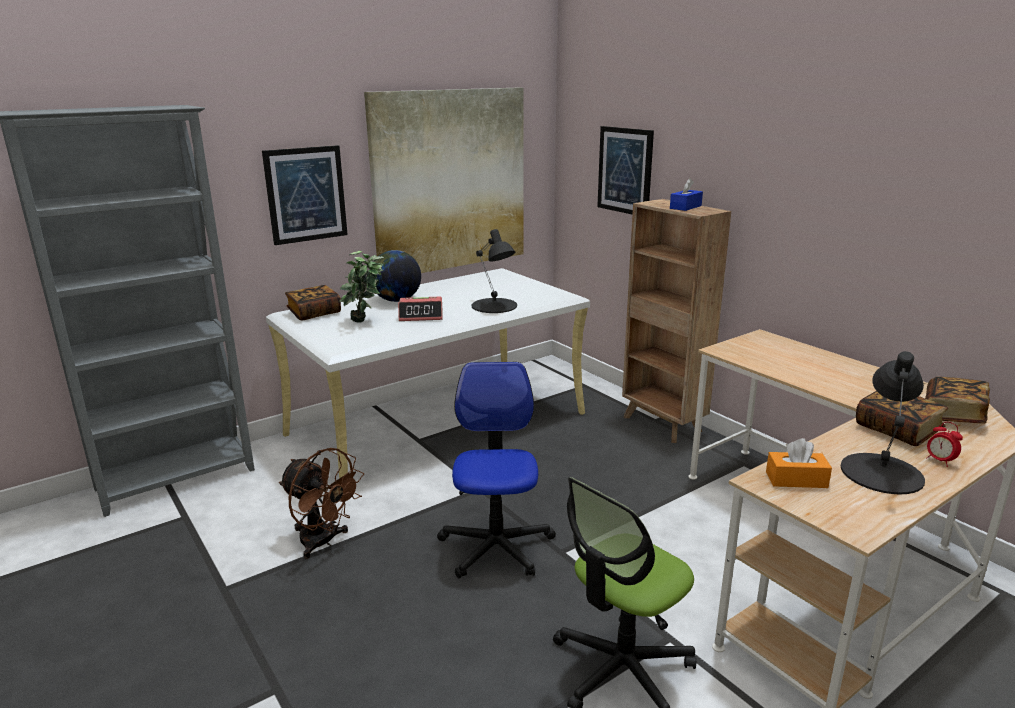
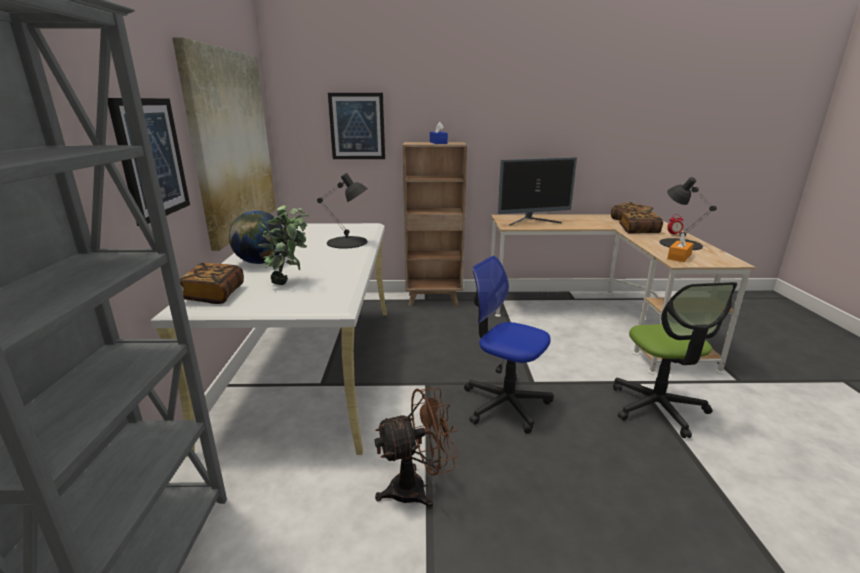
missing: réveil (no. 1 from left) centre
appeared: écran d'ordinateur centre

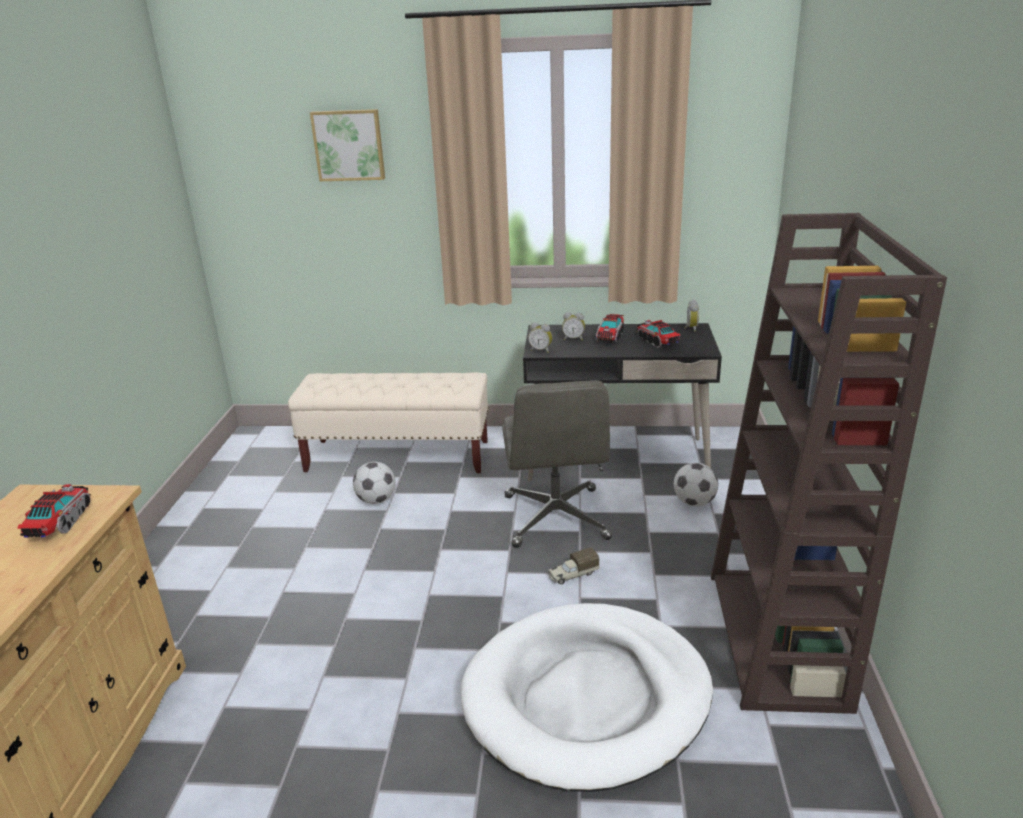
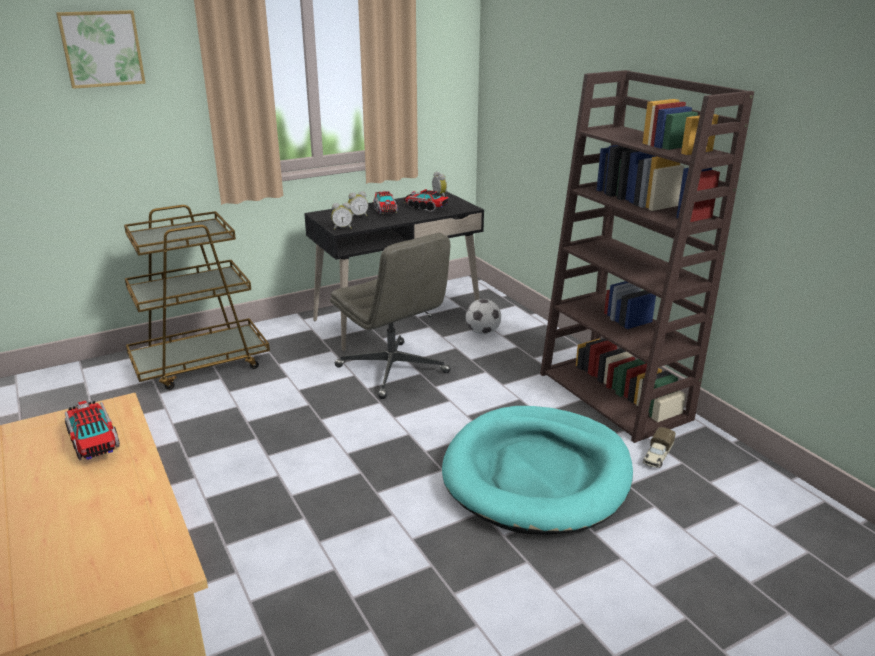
missing: ballon de foot (no. 1 from left) centre
relocated: camion jouet (no. 2 from left in the first image) bottom centre to camion jouet (no. 4 from left) bottom right
exchanged: banc/beige centre to chariot/marron middle left
colour: panier pour chien/blanc bottom centre to panier pour chien/turquoise bottom centre

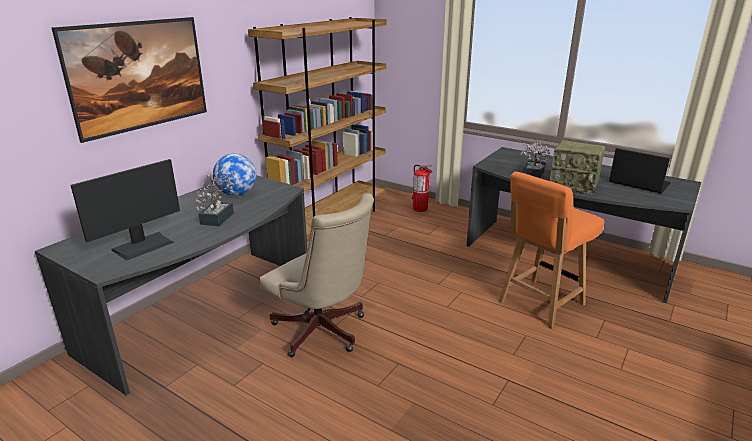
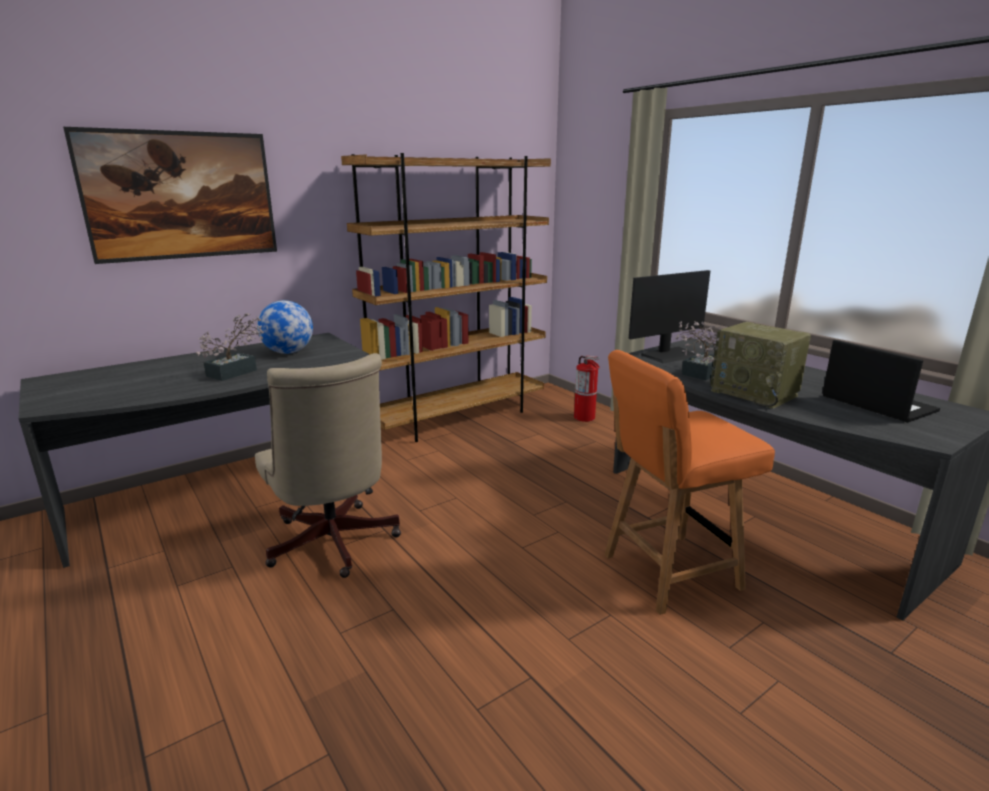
relocated: écran d'ordinateur middle left to middle right

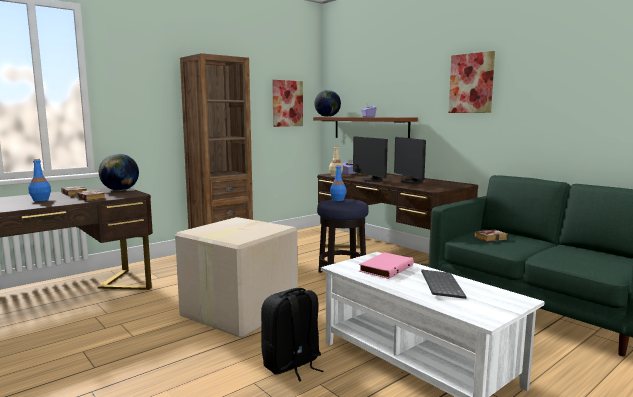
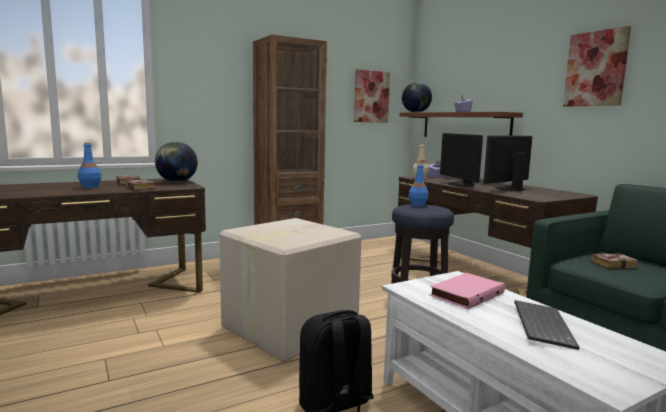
spun: écran d'ordinateur (no. 2 from left) centre = middle right 60 degrees clockwise

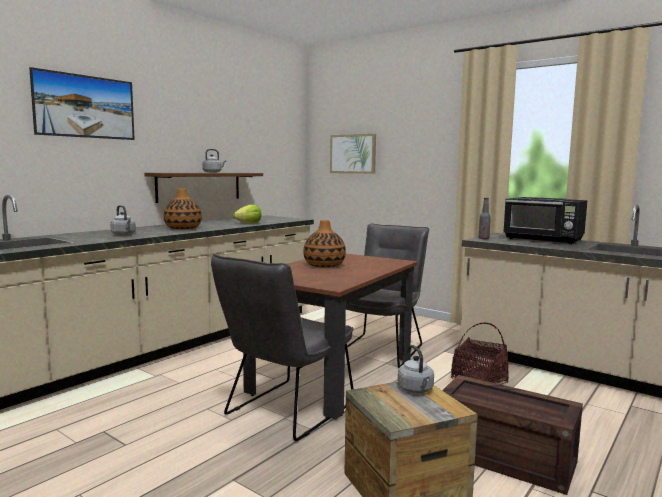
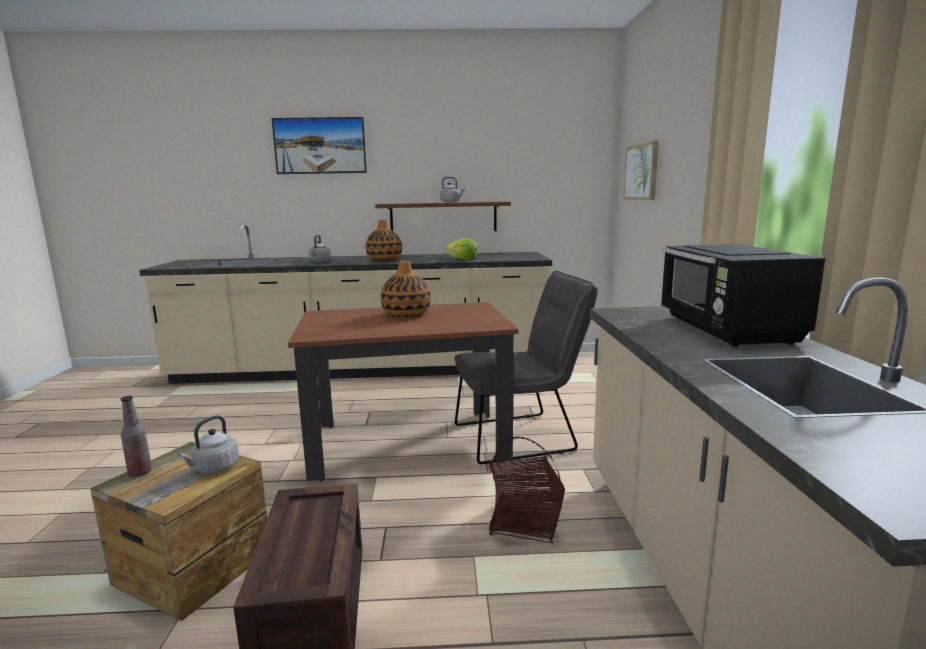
missing: chaise/gris (no. 1 from left) bottom centre
relocated: bouteille middle right to bottom left

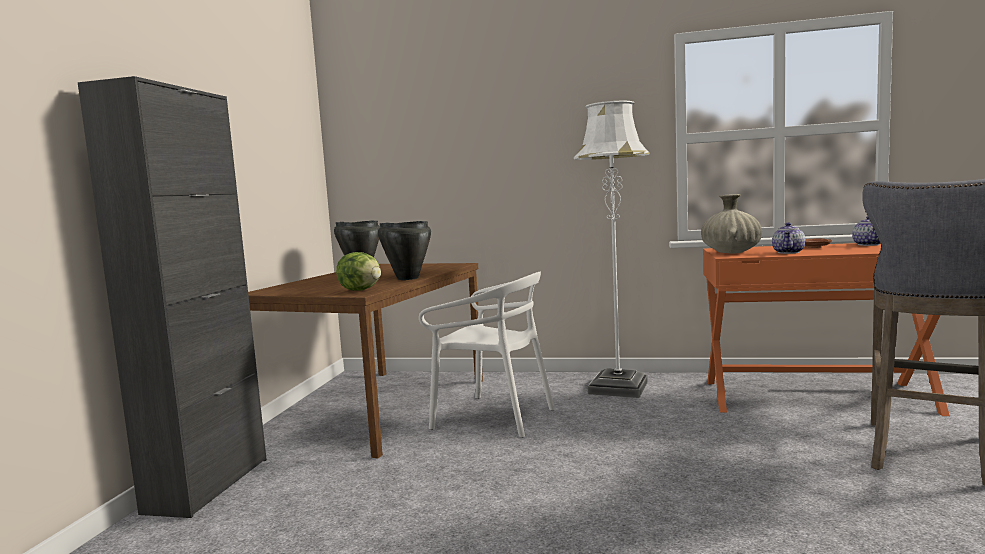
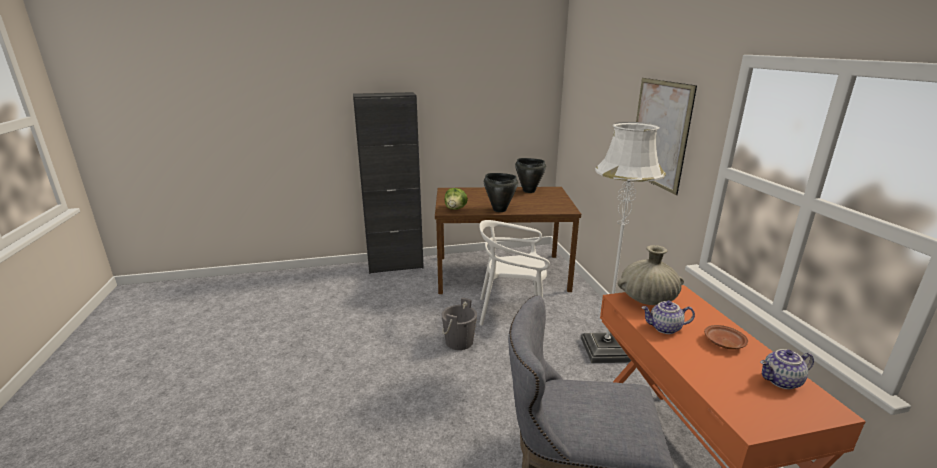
appeared: seau/gris bottom centre; tableau top right
spun: chaise/blanc centre = centre 90 degrees clockwise

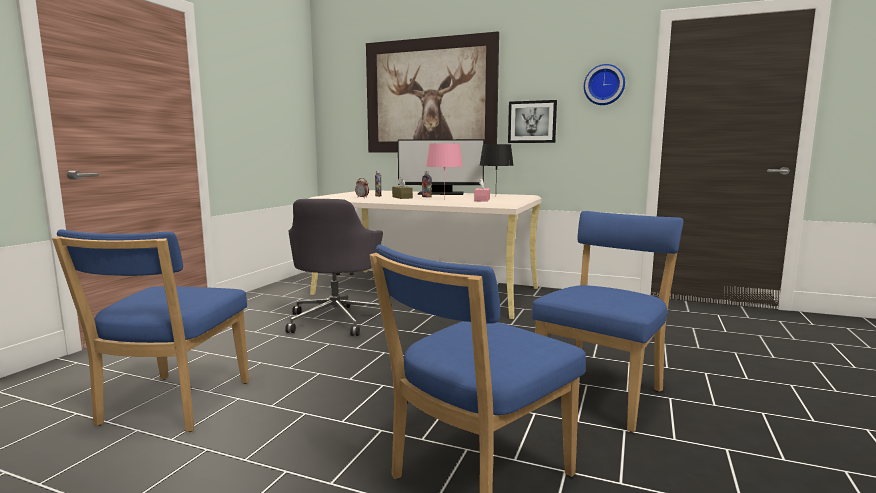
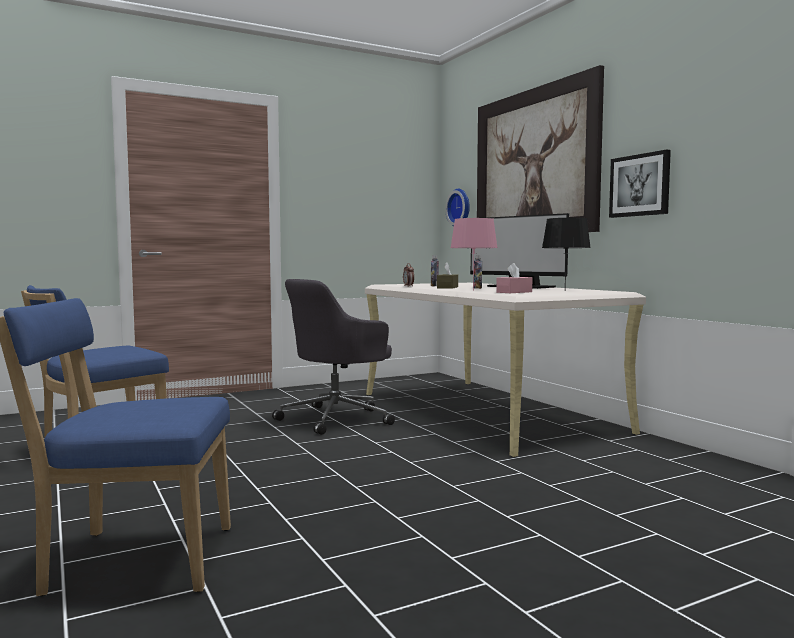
missing: chaise/bleu (no. 3 from left) middle right
relocated: horloge murale top right to top centre

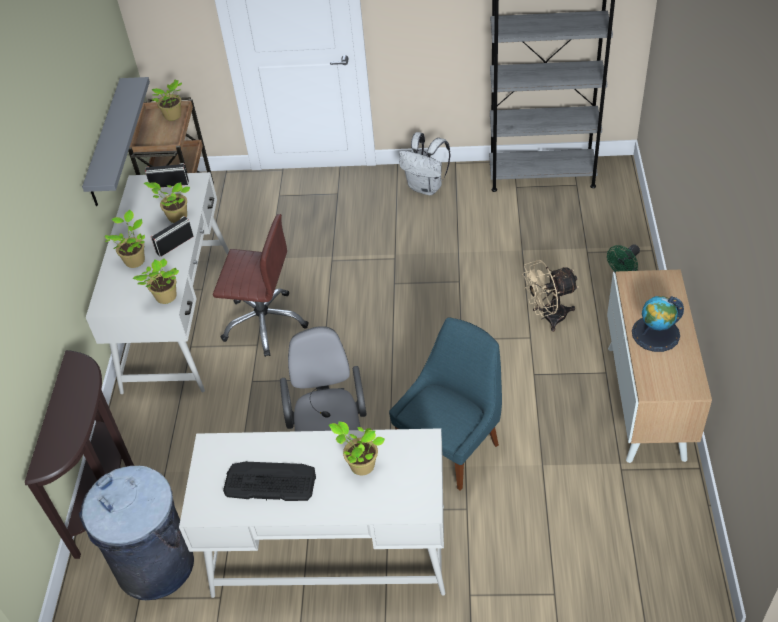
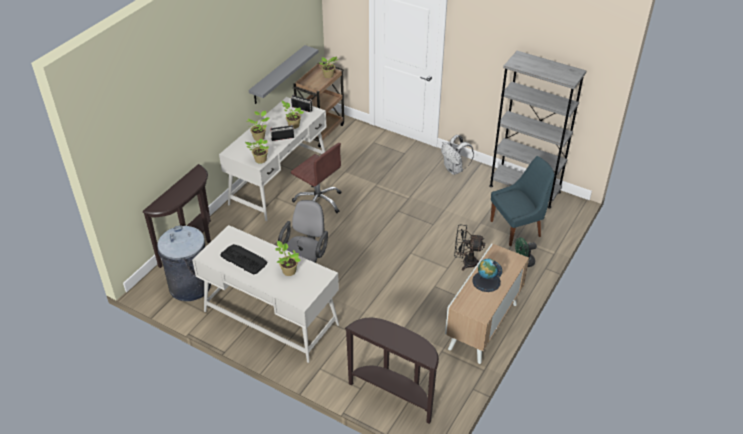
appeared: table console/marron (no. 2 from left) bottom centre
relocated: chaise/bleu centre to middle right
colour: ventilateur/beige middle right to ventilateur/noir centre

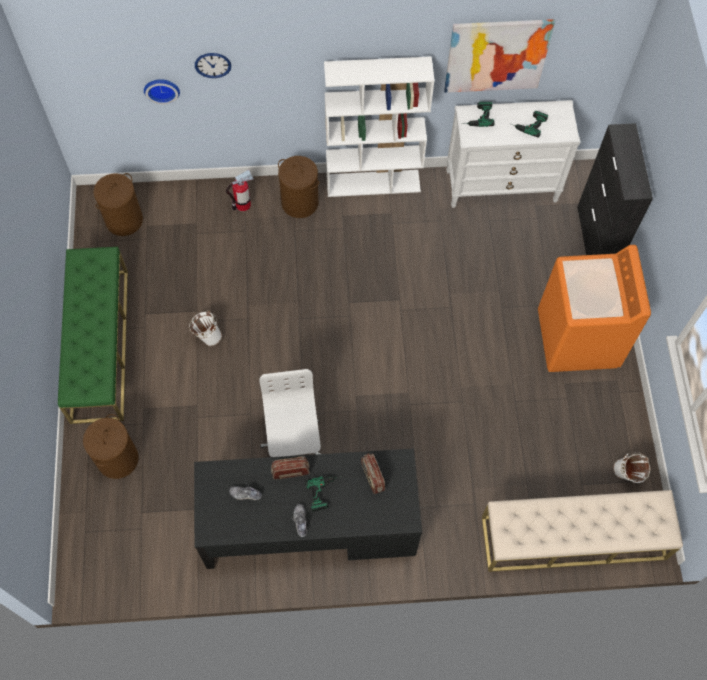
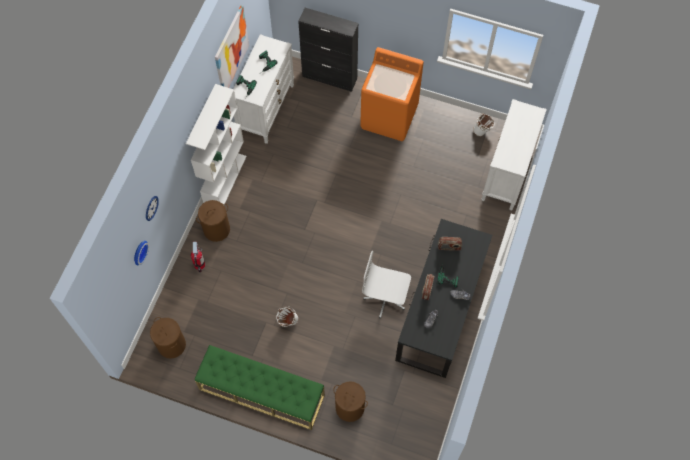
exchanged: banc/beige bottom right to commode/blanc (no. 2 from left) middle right

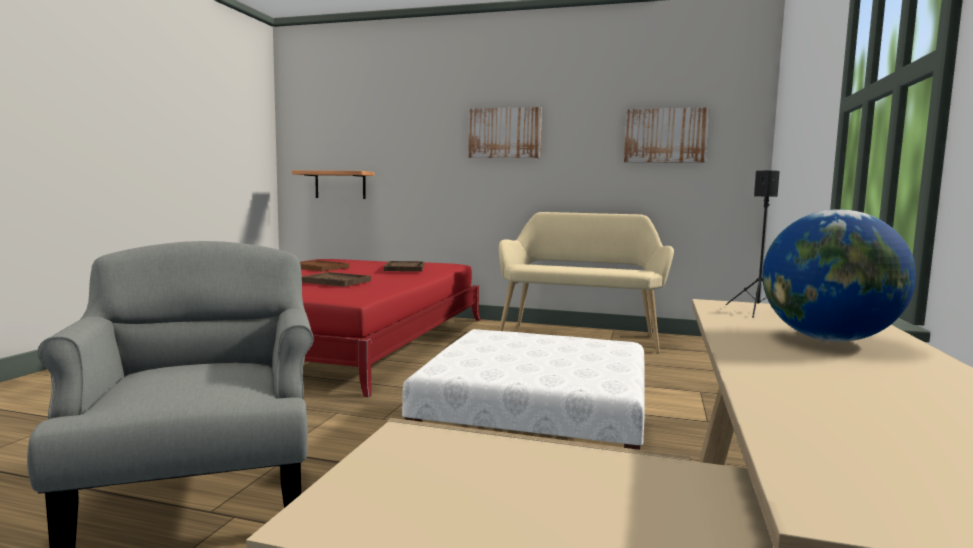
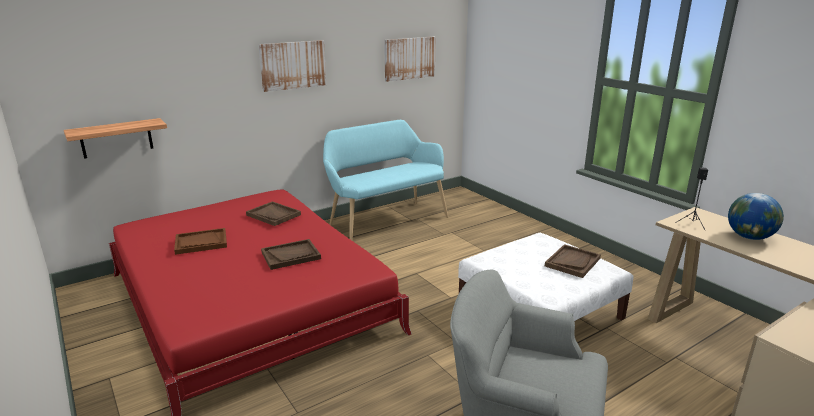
appeared: plateau/marron (no. 4 from left) middle right
colour: banc/beige centre to banc/turquoise centre

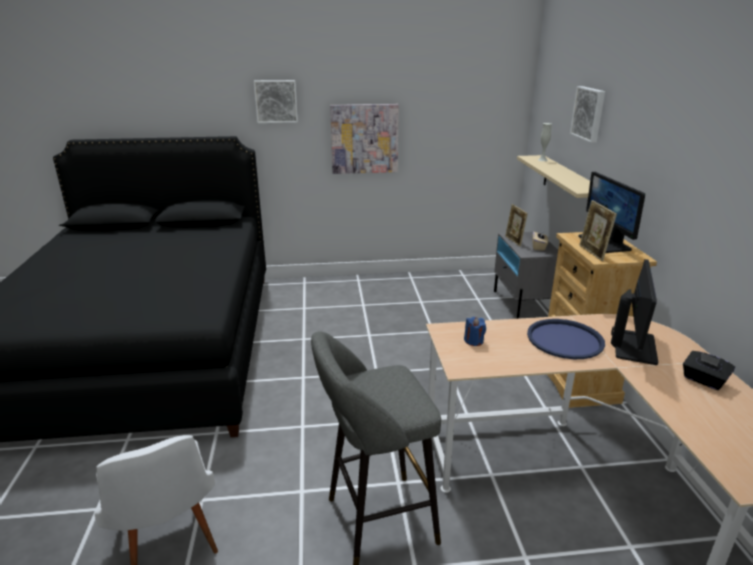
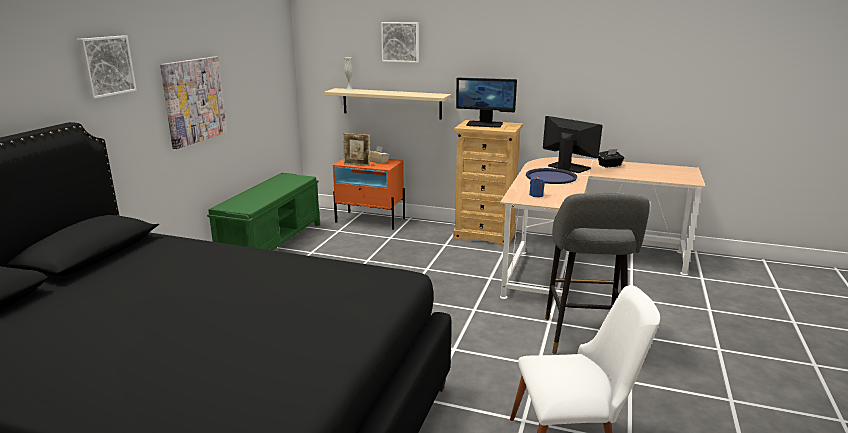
missing: cadre photo (no. 2 from left) middle right
appeared: banc/vert middle left
colour: table de chevet/gris middle right to table de chevet/orange centre

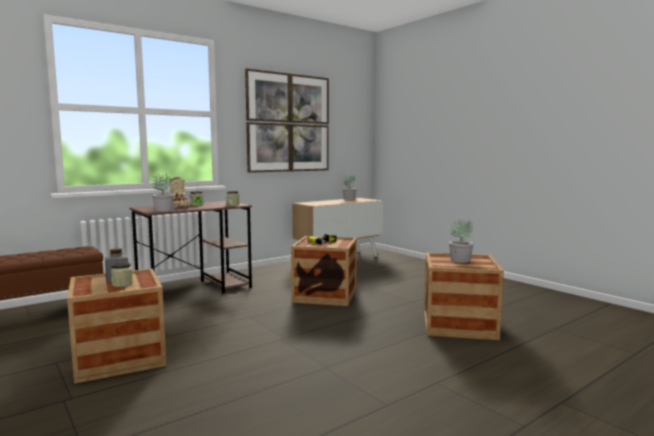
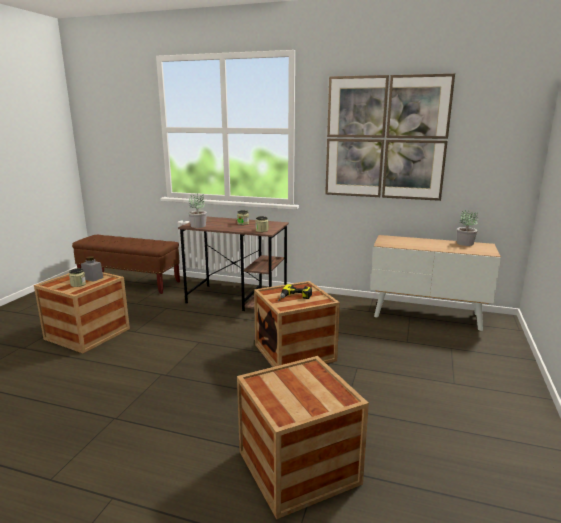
missing: botte/beige middle left; plante en pot (no. 3 from left) middle right

